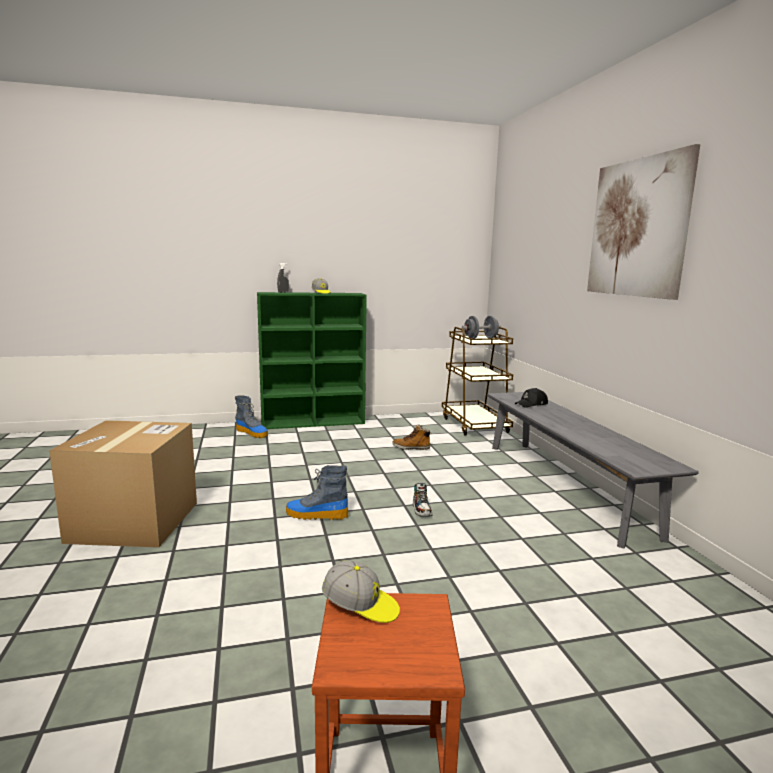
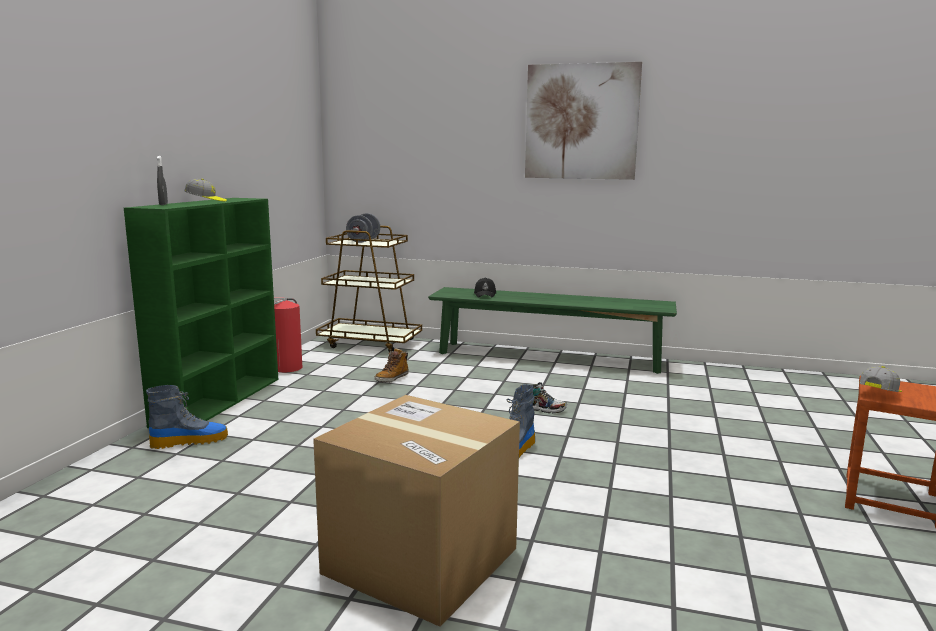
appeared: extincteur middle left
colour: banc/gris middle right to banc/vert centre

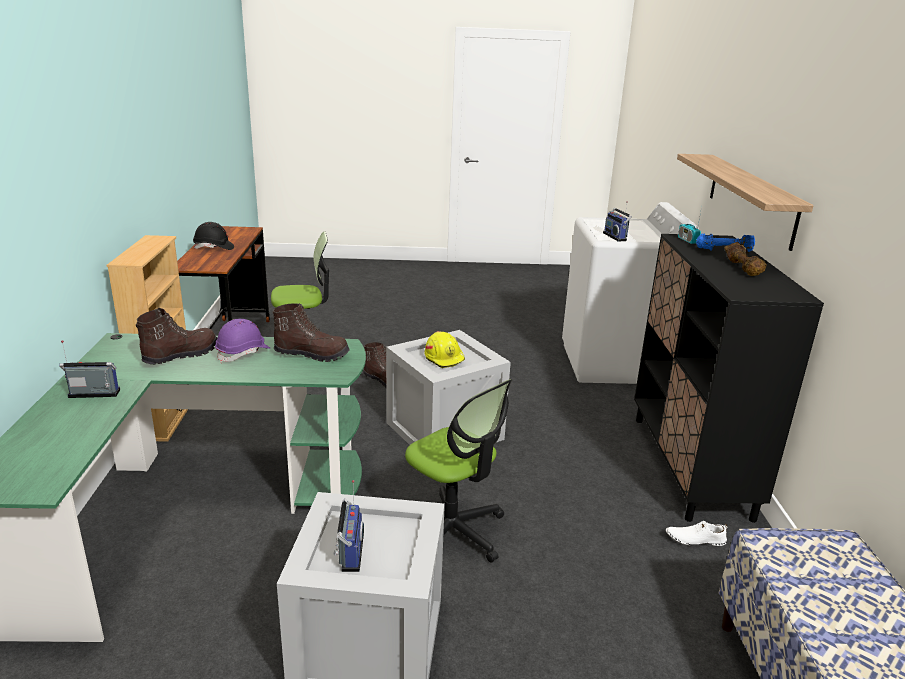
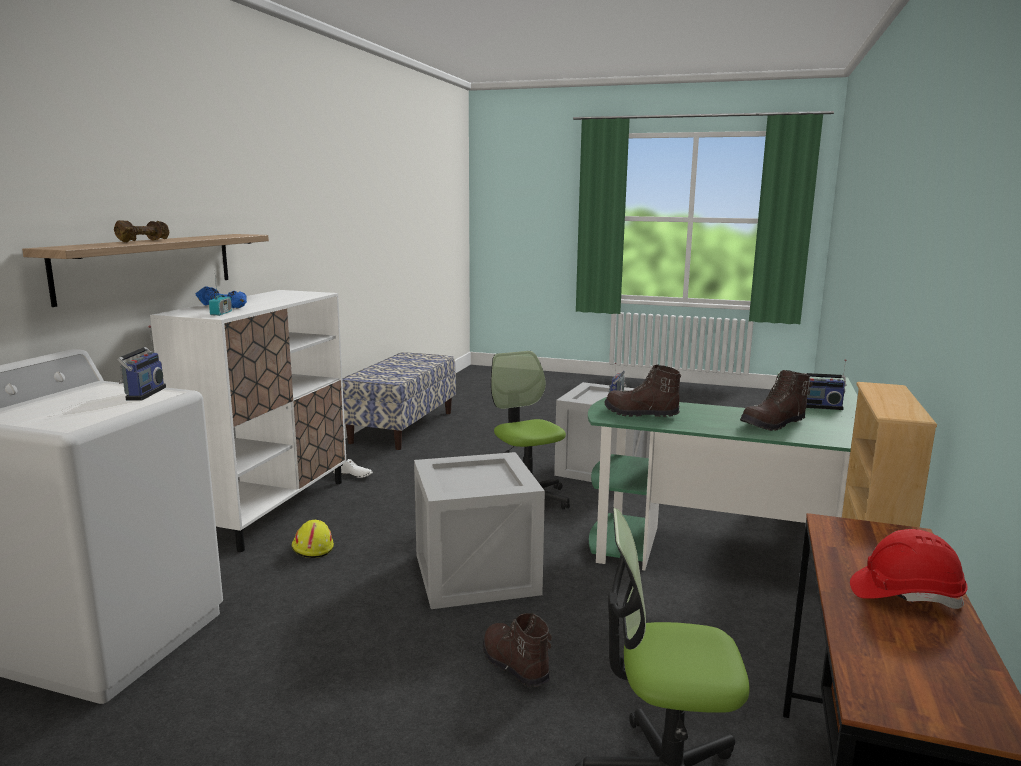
missing: casque de chantier/violet middle left
relocated: haltère/marron middle right to top left; casque de chantier/jaune centre to bottom left
colour: meuble de rangement/noir middle right to meuble de rangement/blanc middle left; casque de chantier/noir middle left to casque de chantier/rouge bottom right

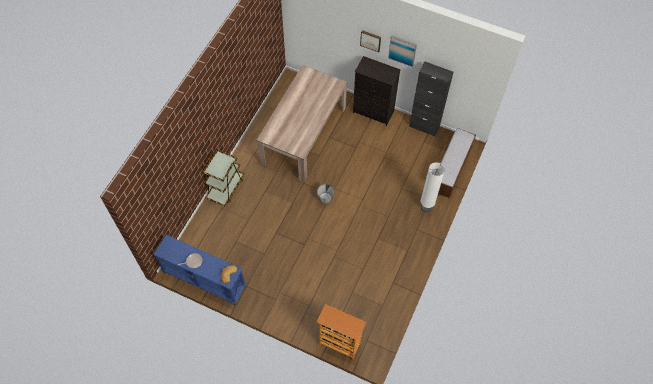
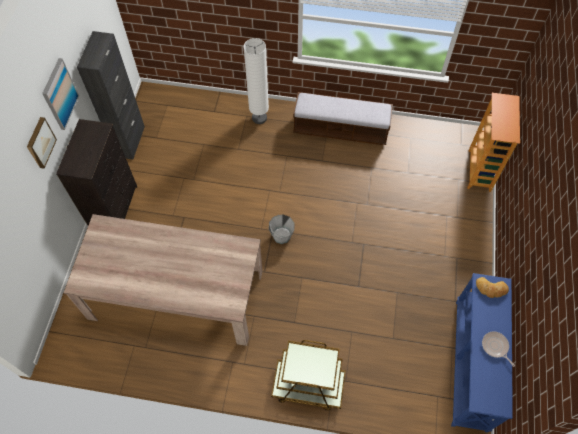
relocated: banc middle right to top centre

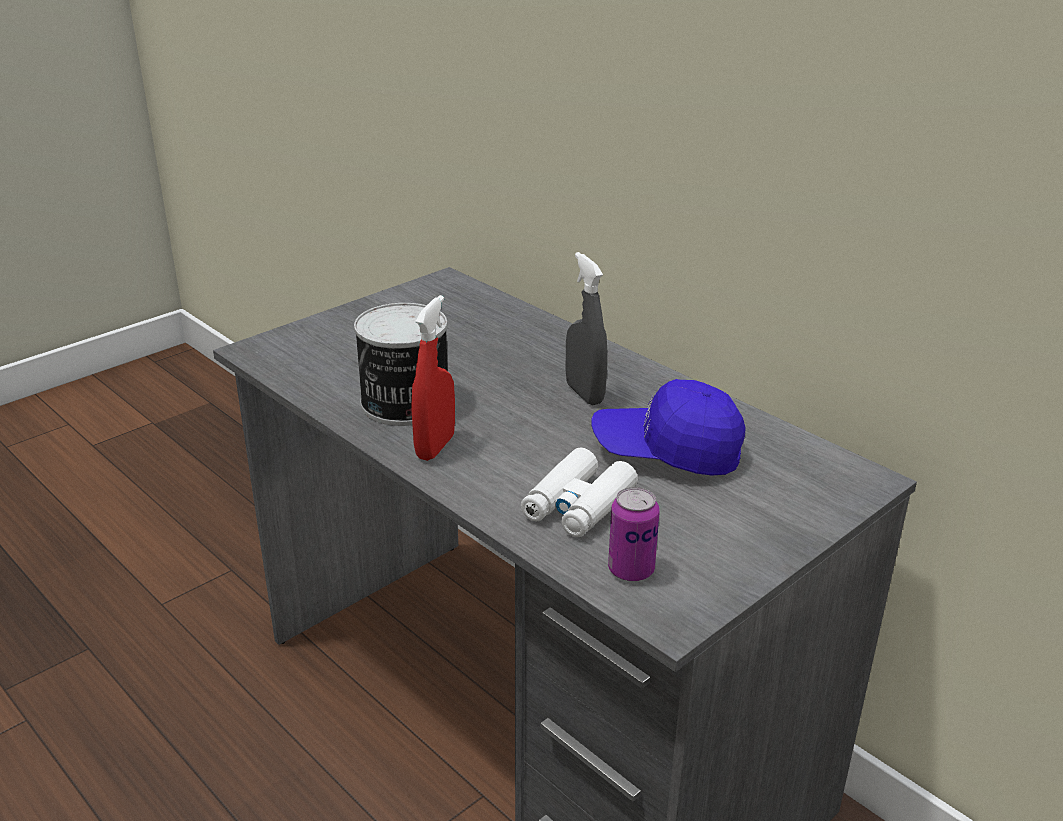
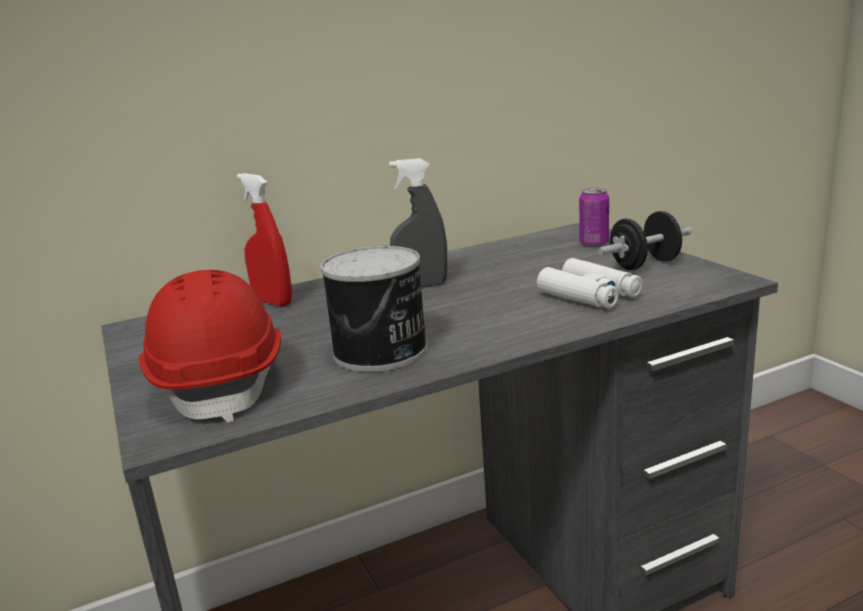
missing: casquette/bleu centre
appeared: casque de chantier/rouge middle left; haltère/noir middle right
relocated: vaporisateur/rouge centre to middle left; boîte métallique (no. 2 from left) centre to middle right

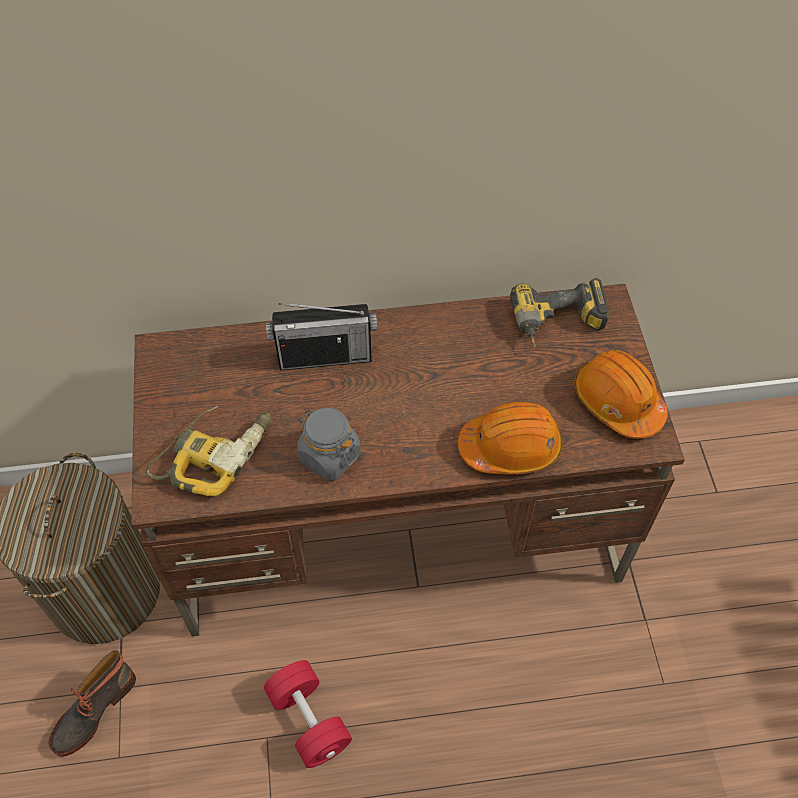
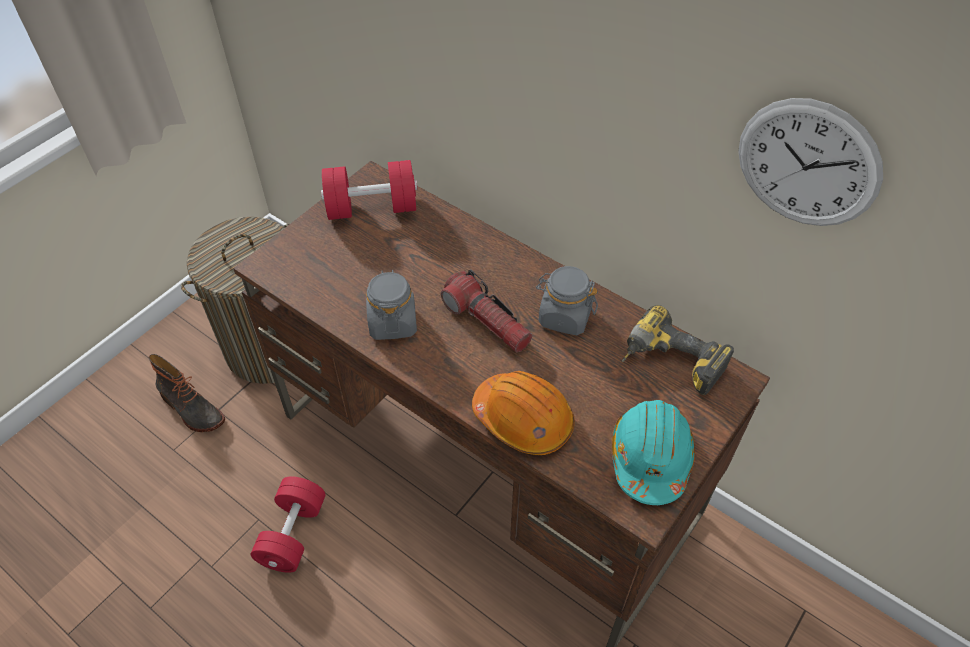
missing: perceuse (no. 1 from left) middle left; radio centre
appeared: haltère/rouge (no. 2 from left) top centre; lampe de poche centre; bocal/gris (no. 2 from left) centre; horloge murale top right
colour: casque de chantier/orange (no. 2 from left) middle right to casque de chantier/turquoise bottom right
spun: botte bottom left = middle left 135 degrees counterclockwise

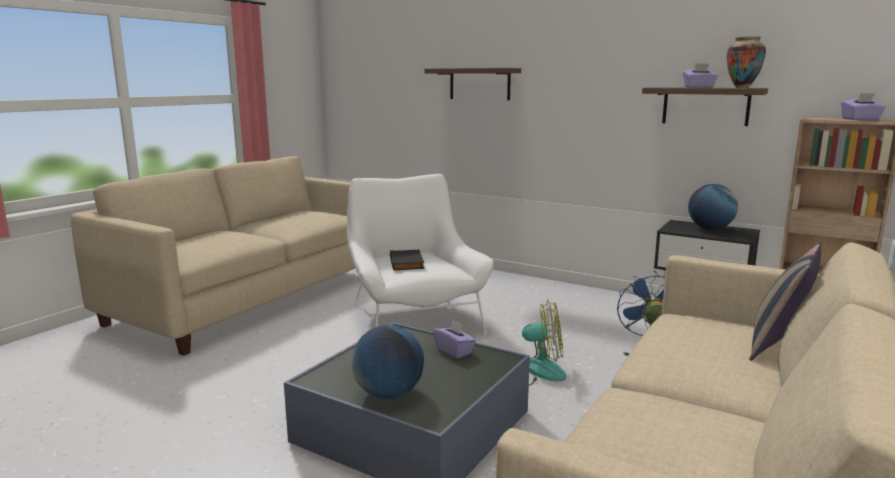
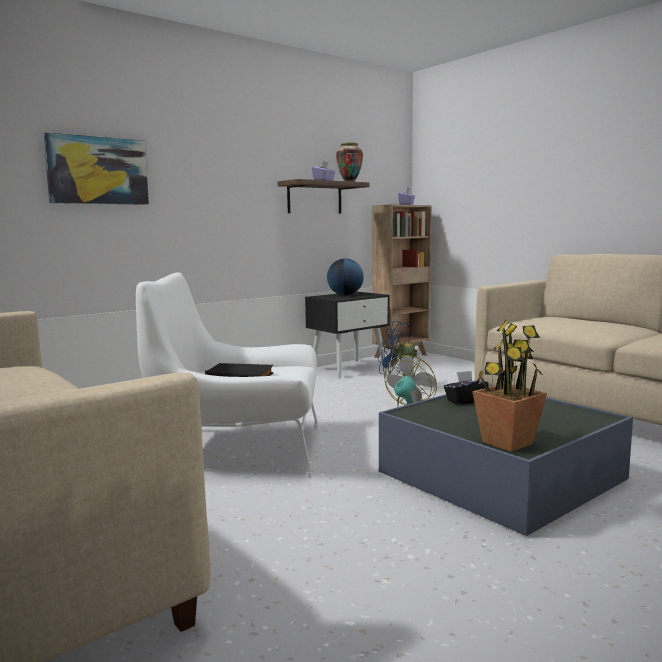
missing: globe (no. 1 from left) bottom centre; coussin middle right
appeared: plante en pot middle right
exchanged: étagère (no. 1 from left) top centre to tableau top left
colour: boîte à mouchoirs/violet (no. 1 from left) bottom centre to boîte à mouchoirs/noir middle right

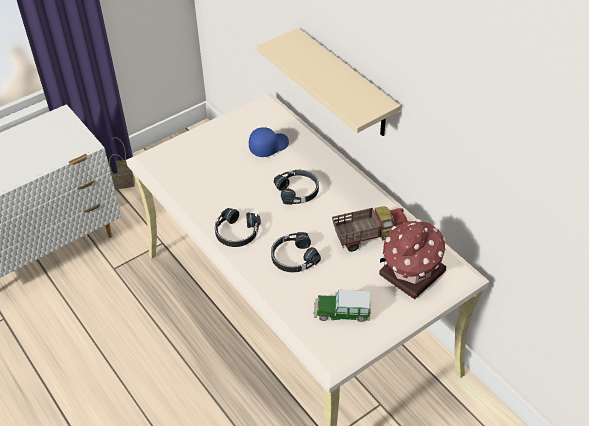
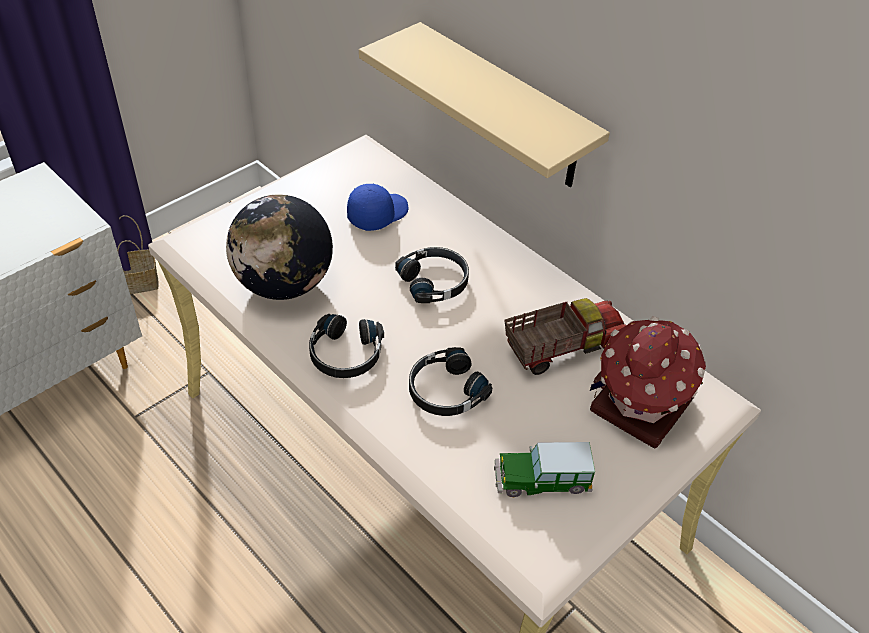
appeared: globe middle left

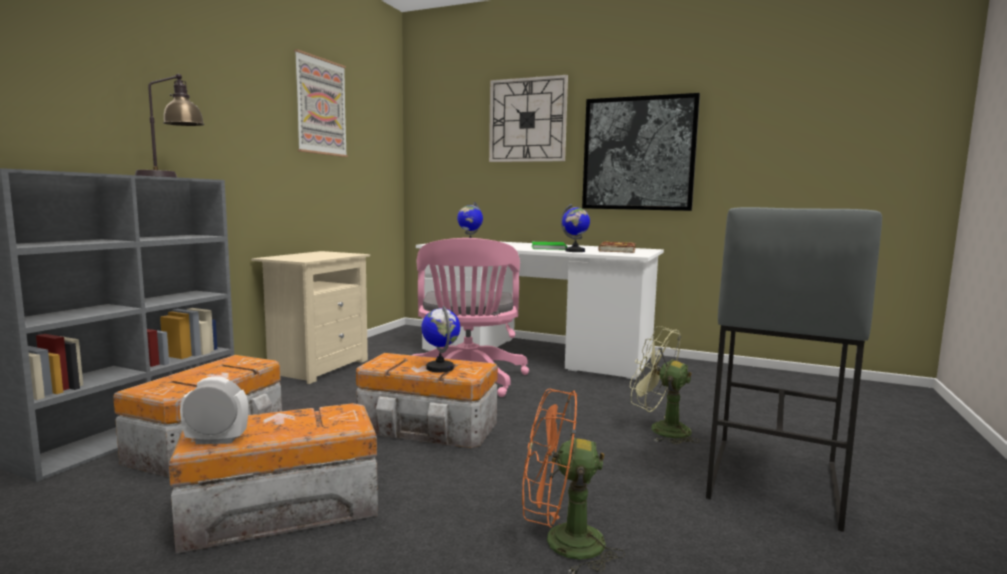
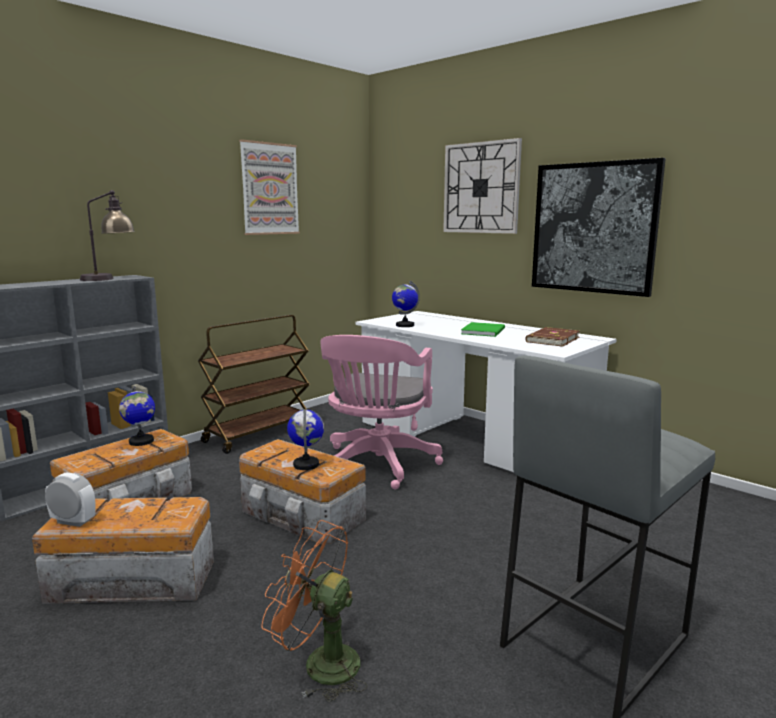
missing: ventilateur/vert bottom centre
relocated: globe (no. 3 from left in the first image) centre to globe (no. 1 from left) middle left
exchanged: table de chevet/beige middle left to chariot/marron middle left

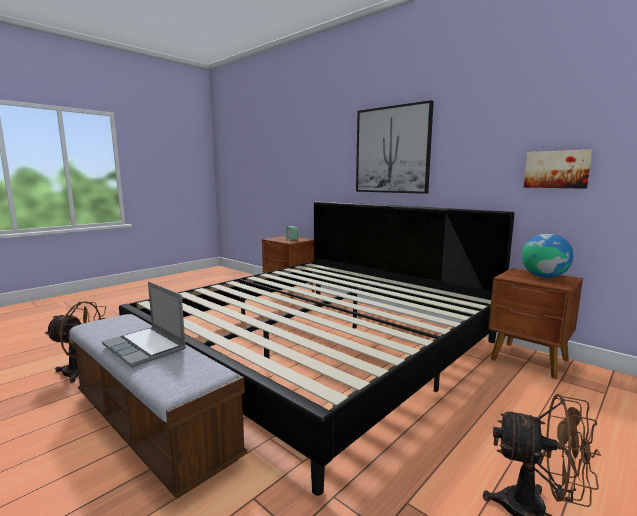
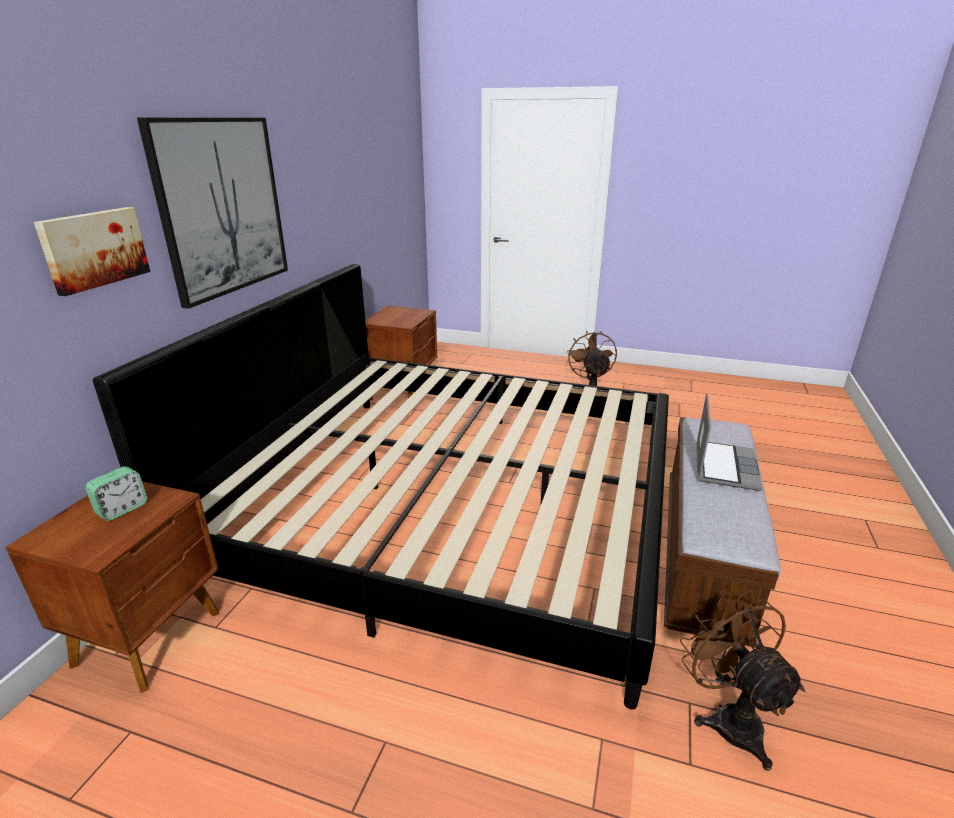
missing: globe middle right
relocated: tableau (no. 2 from left in the first image) top right to tableau (no. 1 from left) top left

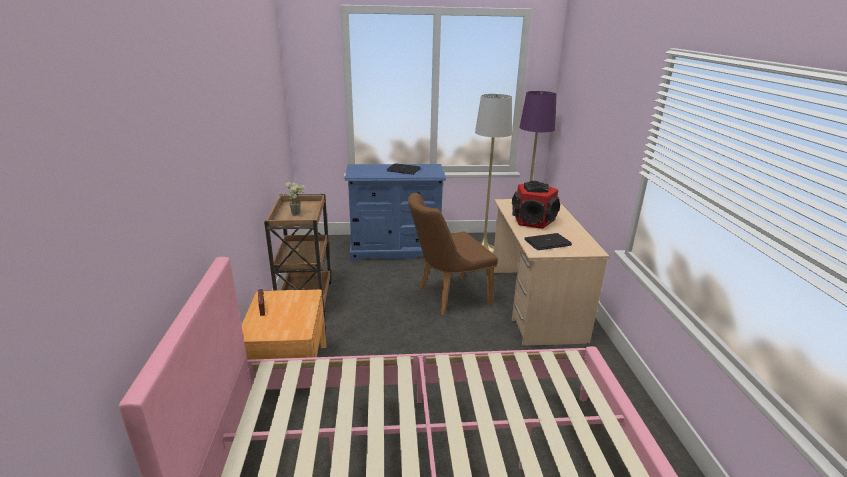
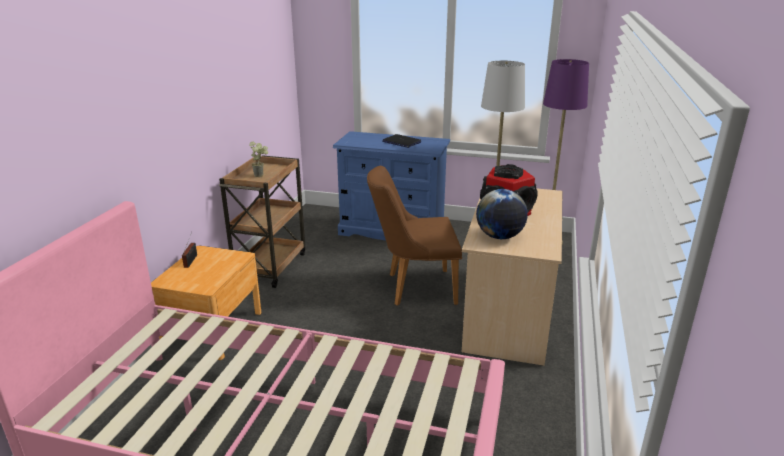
exchanged: ordinateur portable (no. 2 from left) centre to globe centre

